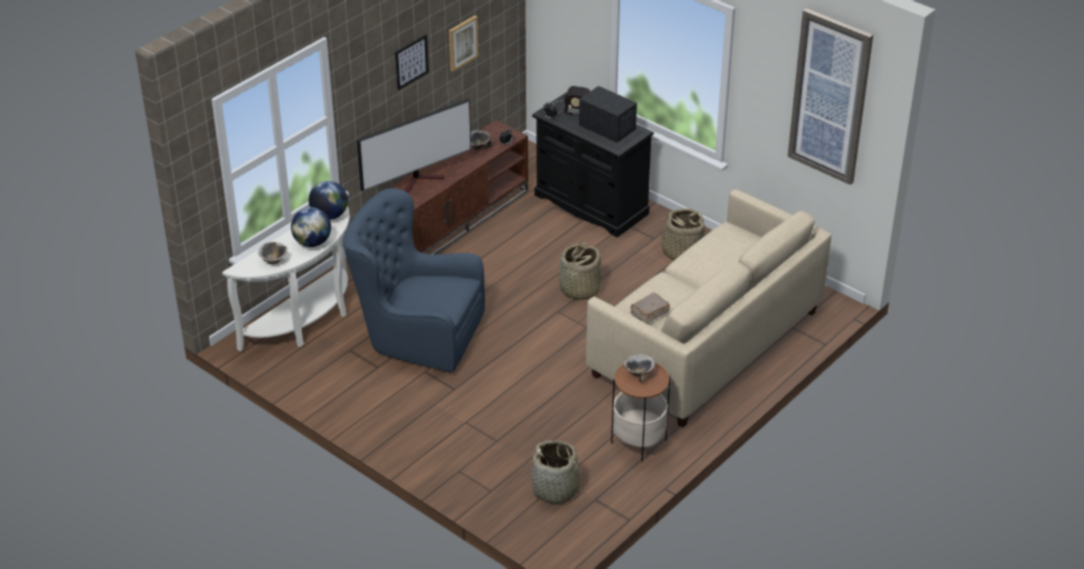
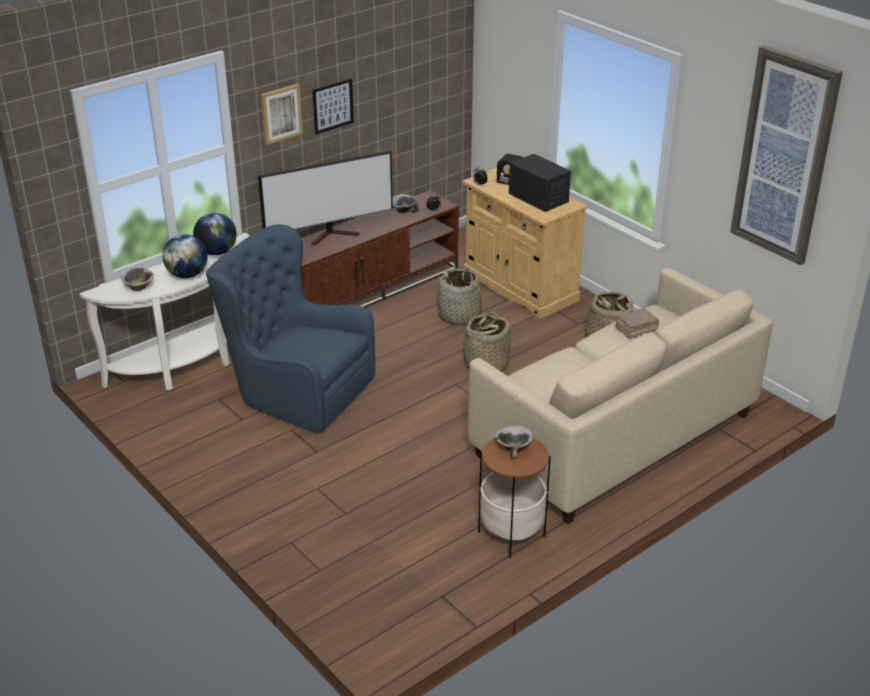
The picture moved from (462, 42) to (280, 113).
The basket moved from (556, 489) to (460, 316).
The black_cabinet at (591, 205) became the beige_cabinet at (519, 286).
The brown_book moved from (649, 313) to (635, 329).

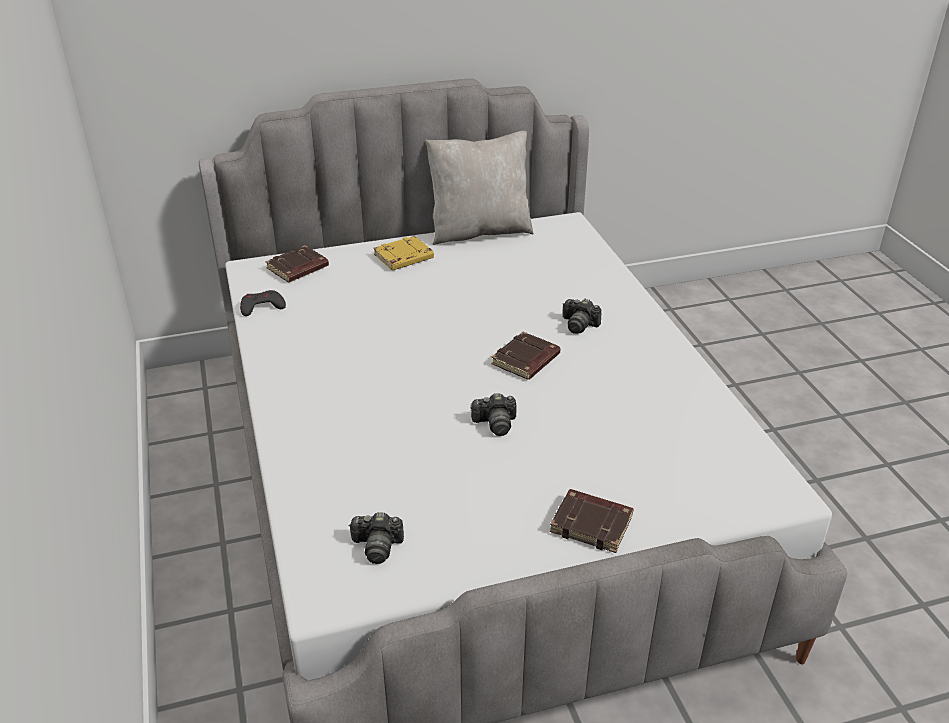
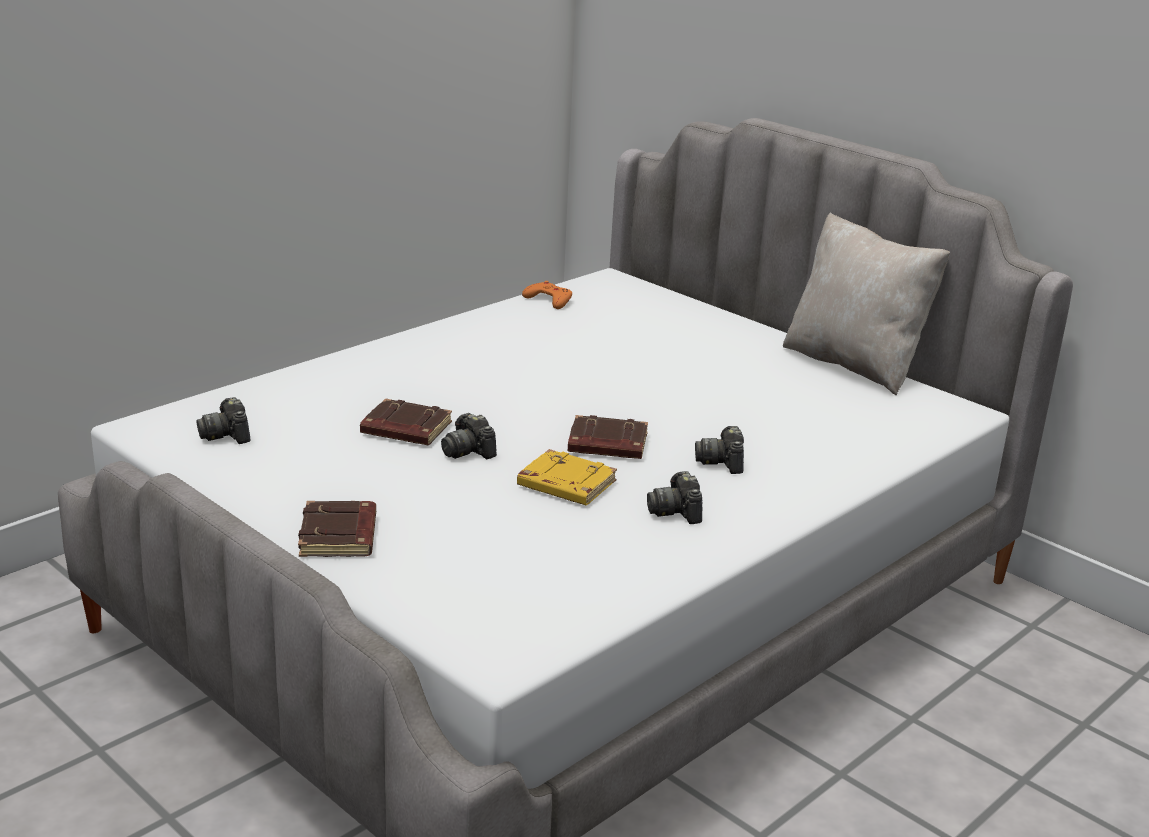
The brown_book moved from (298, 269) to (405, 430).
The yellow_book moved from (403, 258) to (565, 485).
The grey_game_controller at (262, 307) became the orange_game_controller at (549, 300).
The photo_camera at (676, 511) appeared.

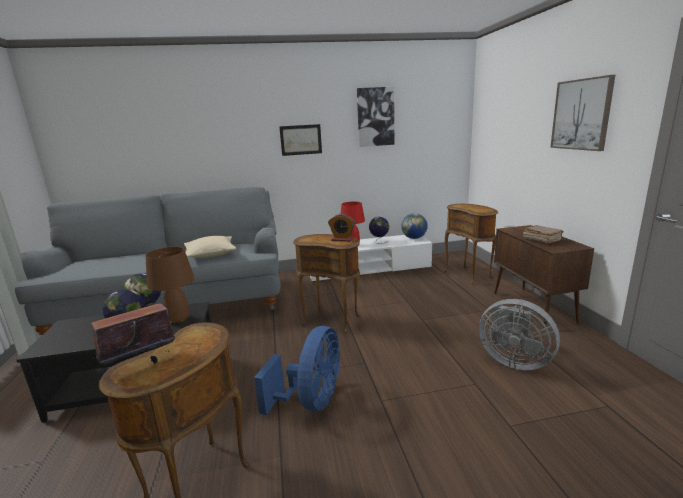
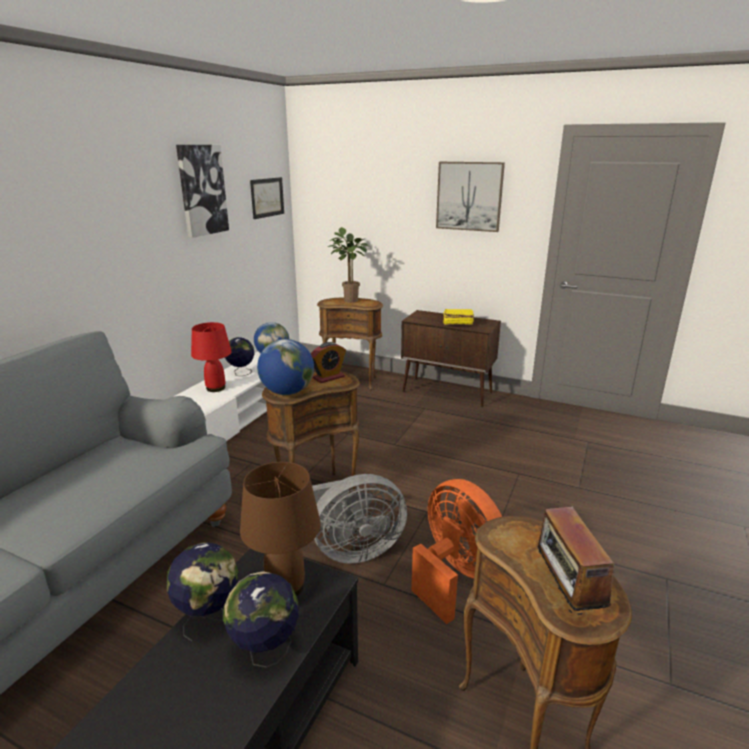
The picture moved from (301, 140) to (267, 197).
The globe at (287, 392) appeared.
The grey_fan moved from (513, 360) to (353, 550).
The potted_plant at (348, 300) appeared.
The blue_fan at (312, 401) became the orange_fan at (456, 575).
The brown_book at (541, 240) became the yellow_book at (457, 323).
The beige_pillow at (210, 254) disappeared.

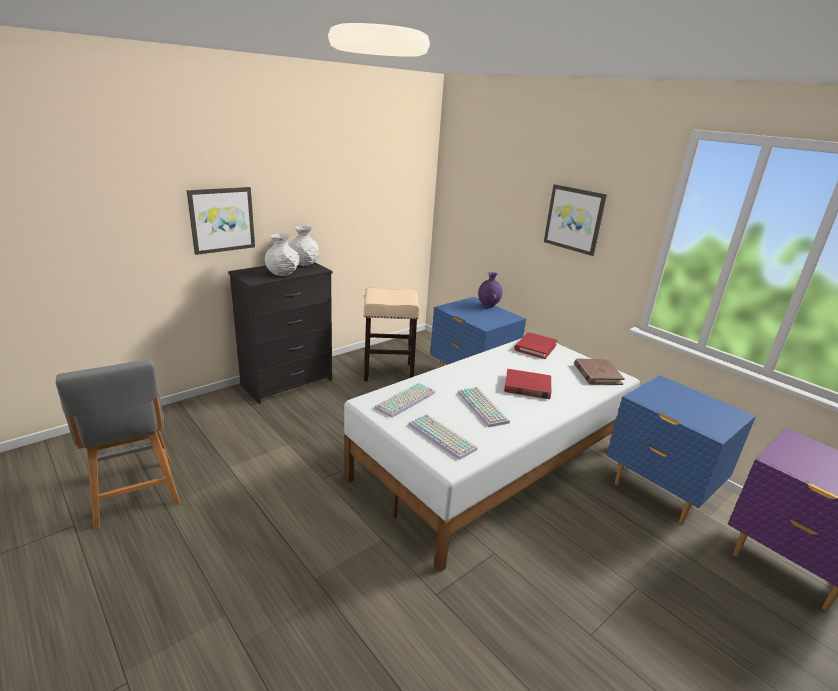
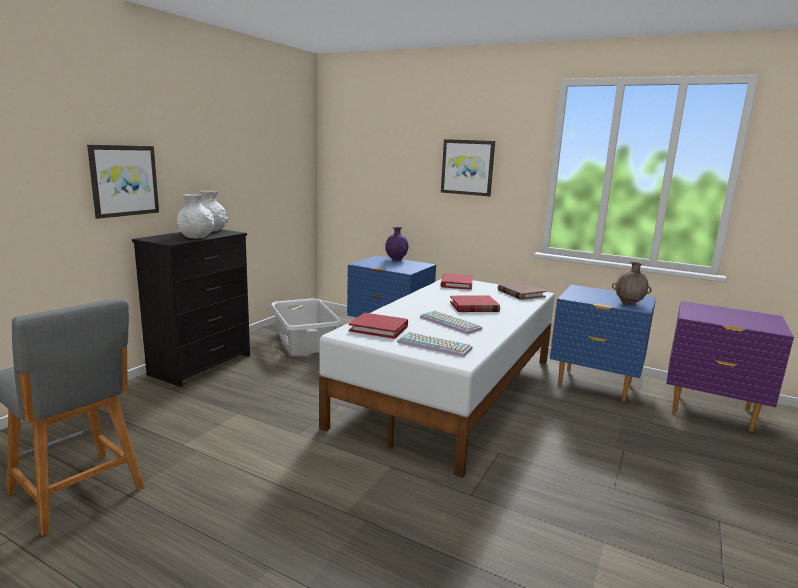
The beige_stool at (387, 372) was replaced by the grey_laundry_basket at (304, 341).
The keyboard at (406, 401) was replaced by the red_book at (379, 328).
The brown_vase at (629, 303) appeared.

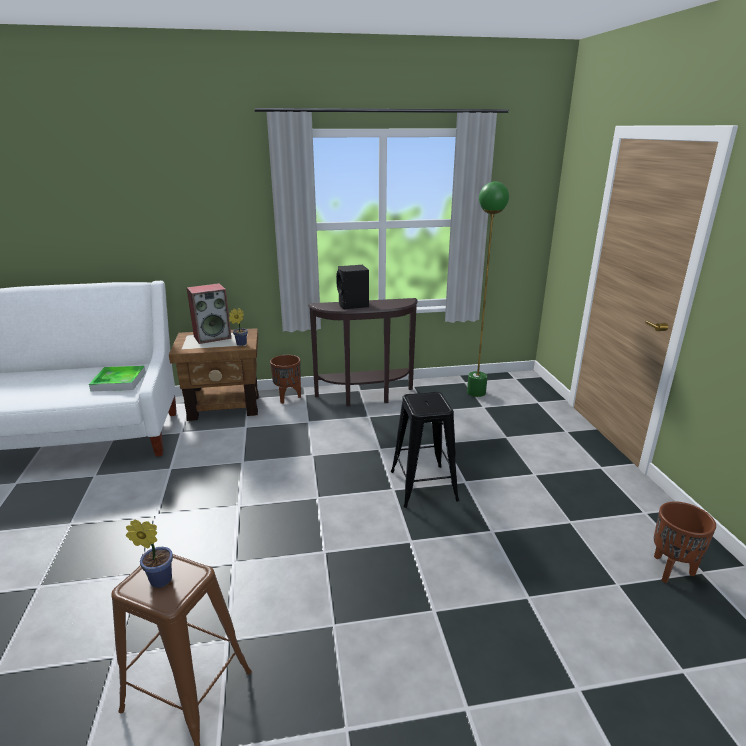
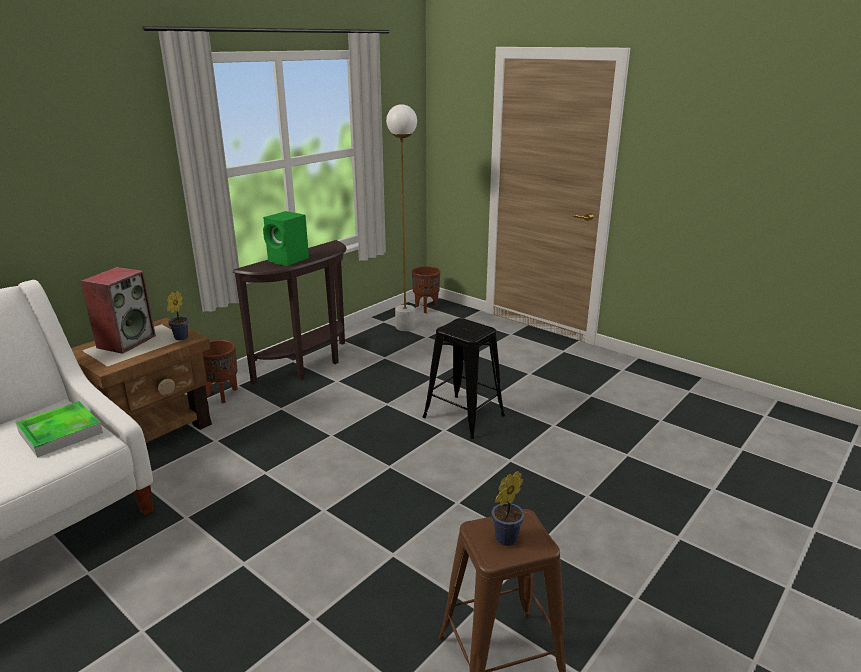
The black_speaker at (353, 305) became the green_speaker at (289, 260).
The green_floor_lamp at (476, 393) became the white_floor_lamp at (405, 327).
The brown_planter moved from (671, 571) to (426, 308).

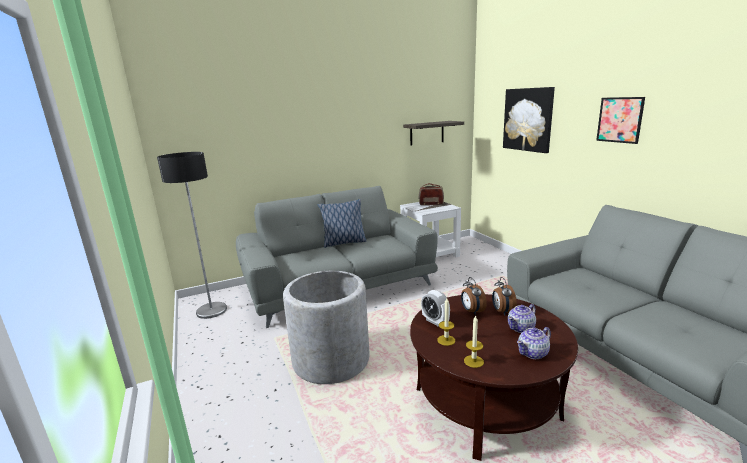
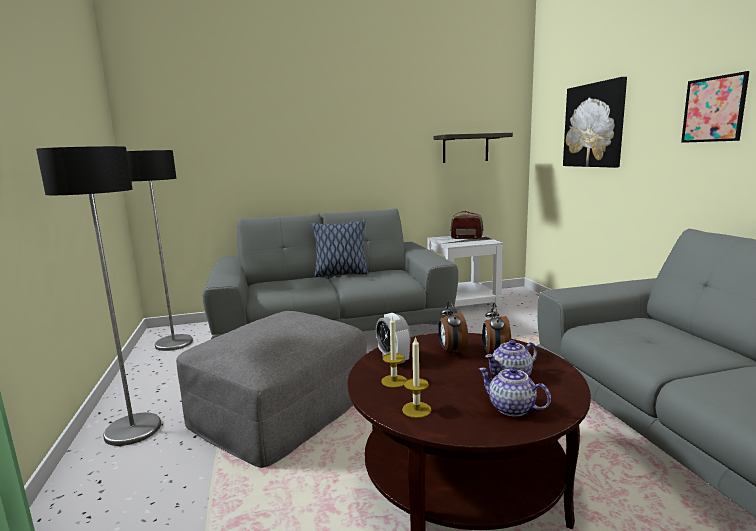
The floor_lamp at (132, 430) appeared.
The grey_planter at (331, 359) was replaced by the grey_ottoman at (280, 409).
The teapot at (533, 353) turned 60 degrees clockwise.

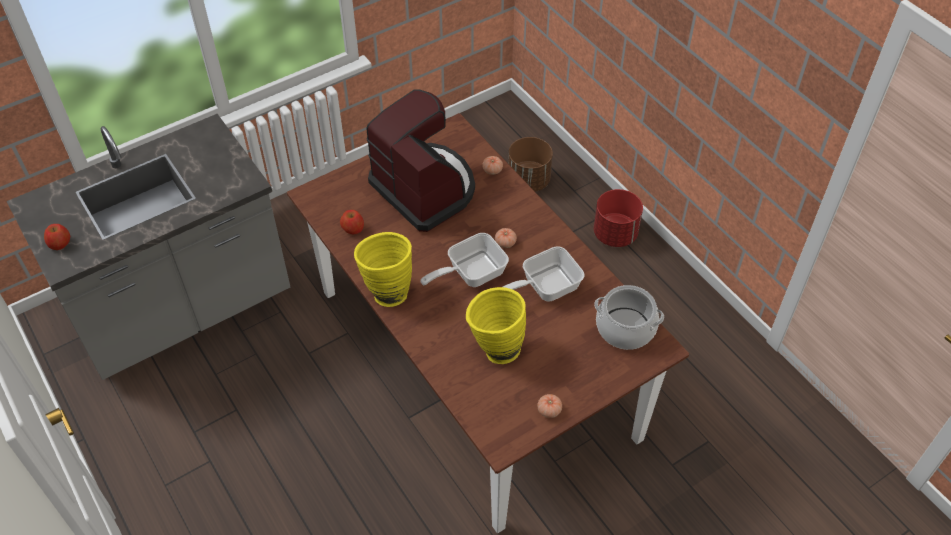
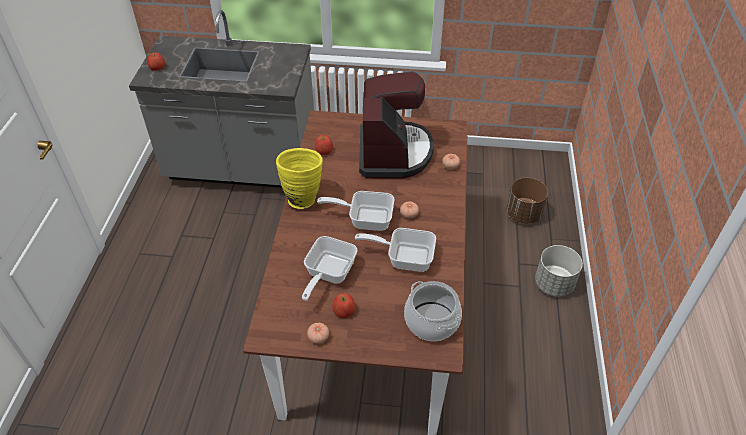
The yellow_vase at (494, 349) was replaced by the frying_pan at (327, 274).
The apple at (344, 311) appeared.
The red_planter at (615, 234) became the grey_planter at (554, 284).

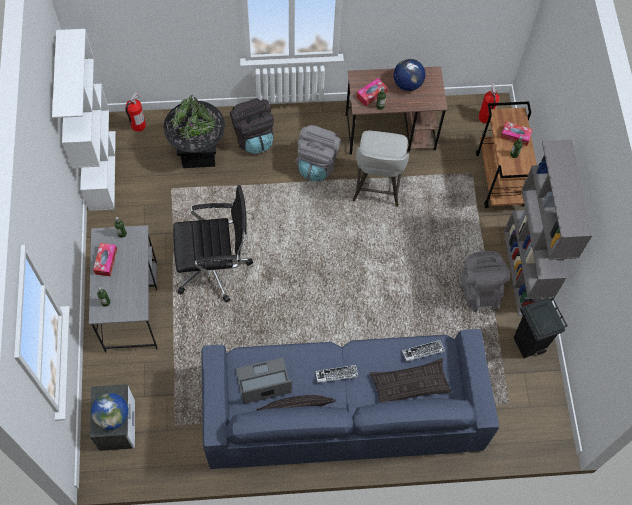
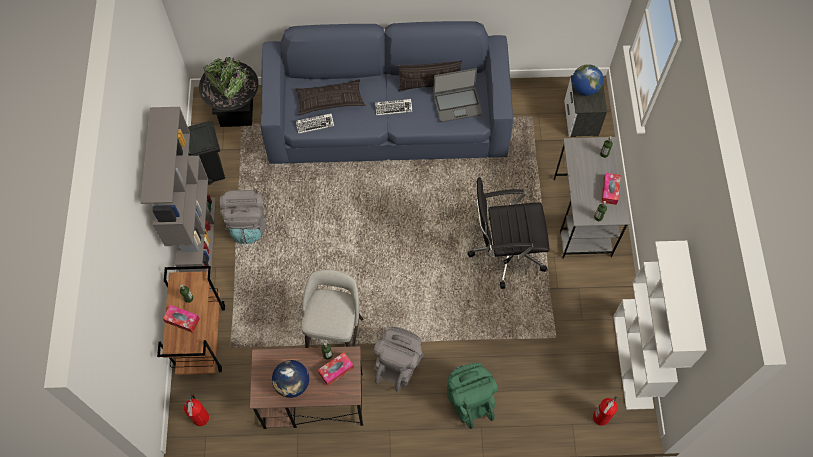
The black_planter moved from (198, 153) to (237, 113).
The black_backpack at (253, 137) became the green_backpack at (469, 399).

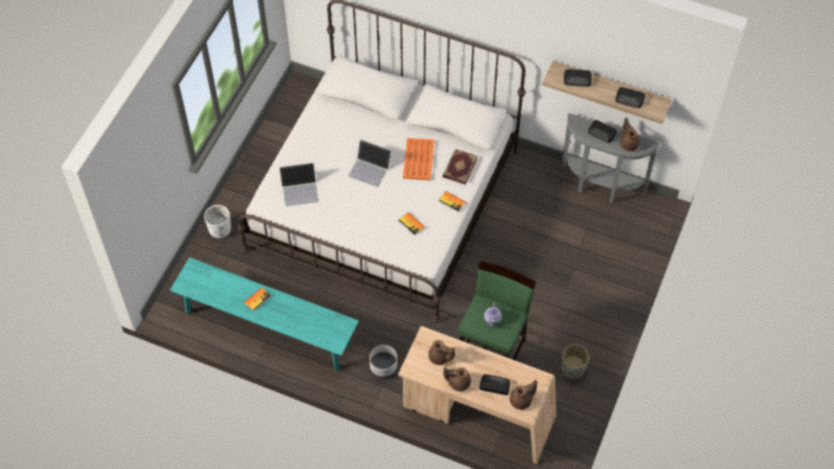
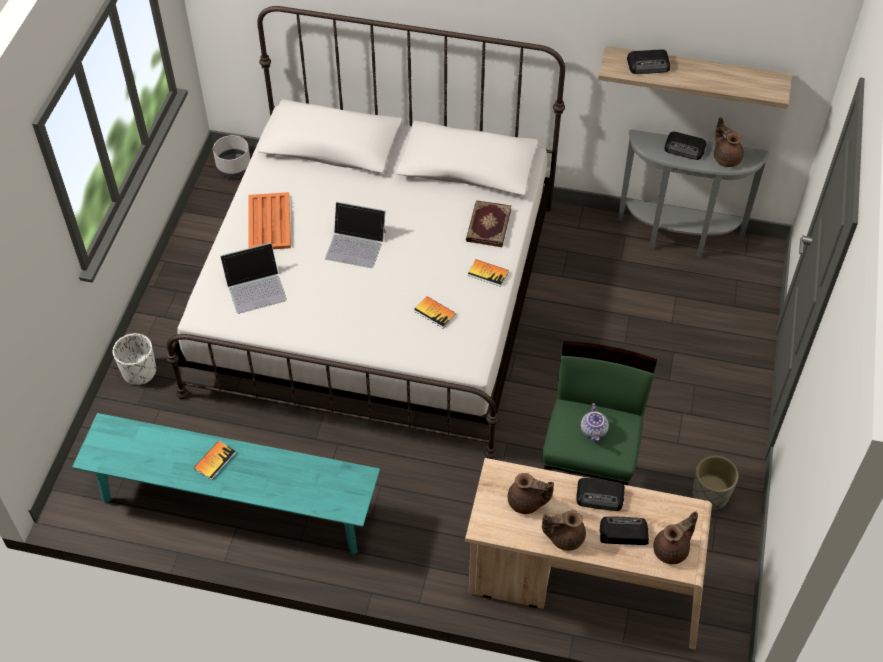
The grey_planter moved from (383, 367) to (233, 168).
The orange_tray moved from (418, 160) to (269, 223).
The radio moved from (630, 99) to (600, 496).

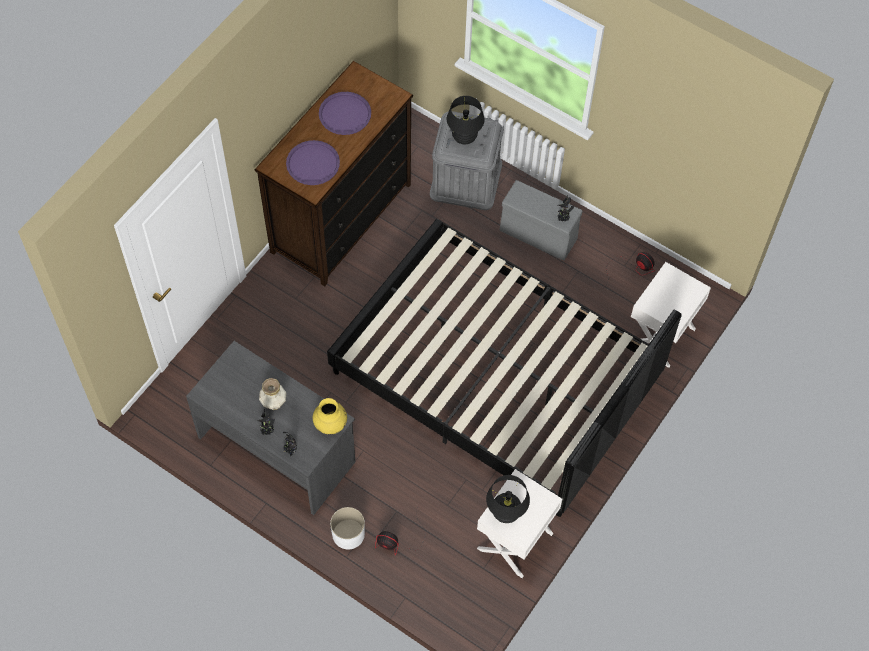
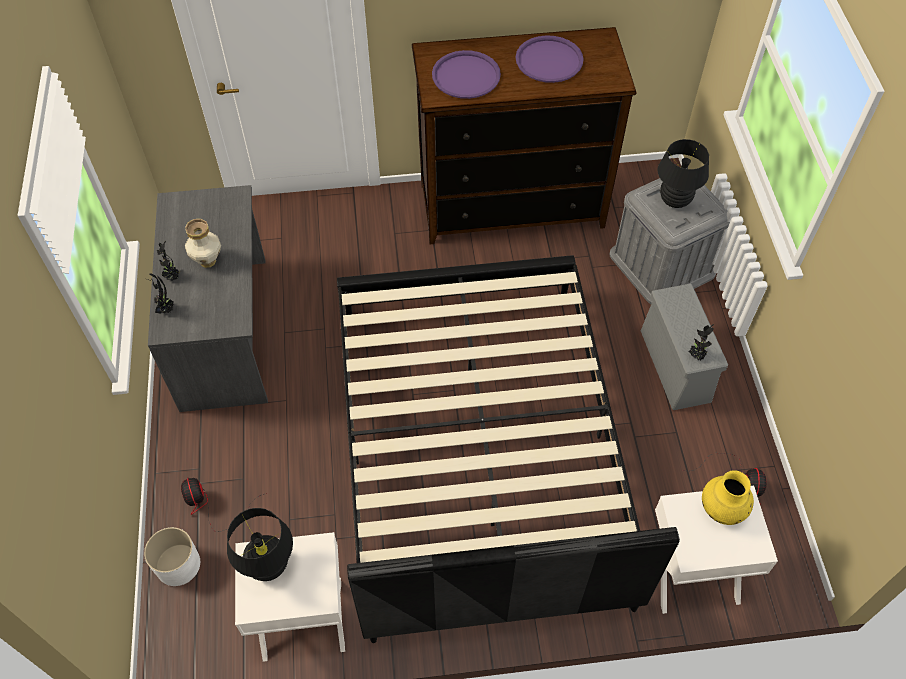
The white_planter moved from (348, 534) to (178, 564).
The yellow_vase moved from (330, 424) to (722, 509).

